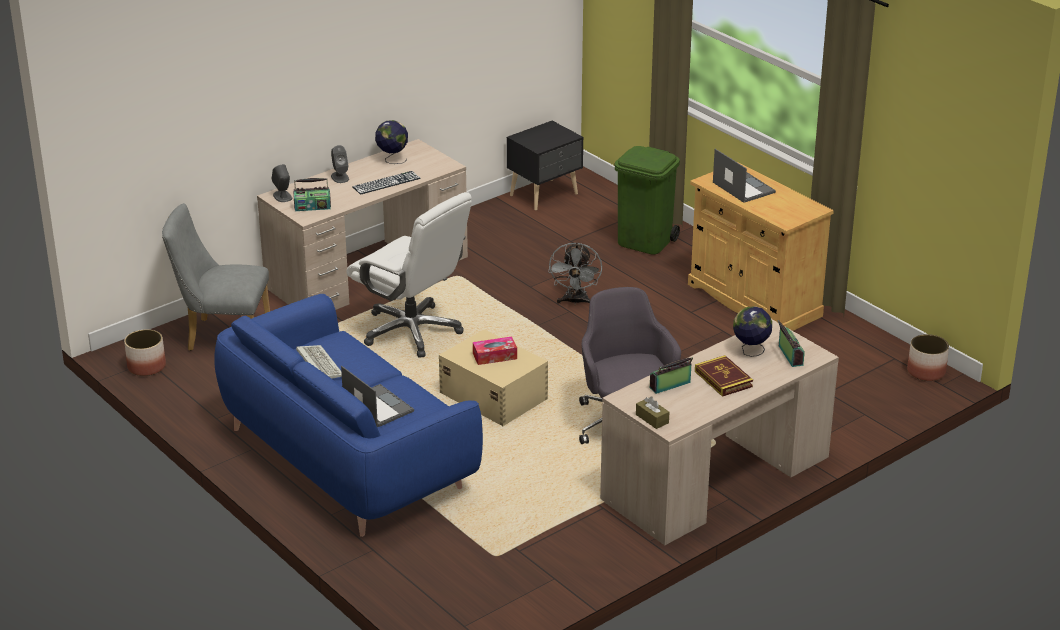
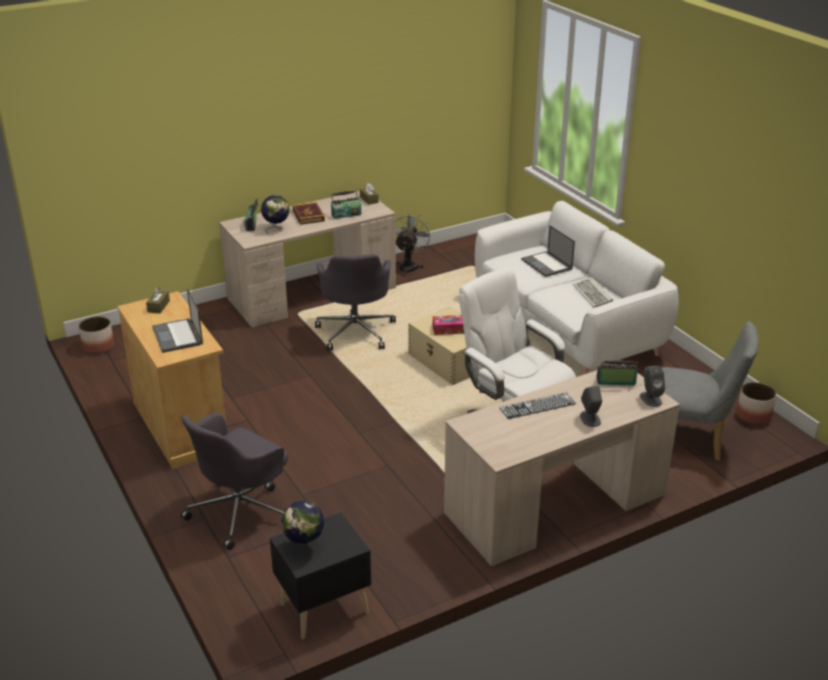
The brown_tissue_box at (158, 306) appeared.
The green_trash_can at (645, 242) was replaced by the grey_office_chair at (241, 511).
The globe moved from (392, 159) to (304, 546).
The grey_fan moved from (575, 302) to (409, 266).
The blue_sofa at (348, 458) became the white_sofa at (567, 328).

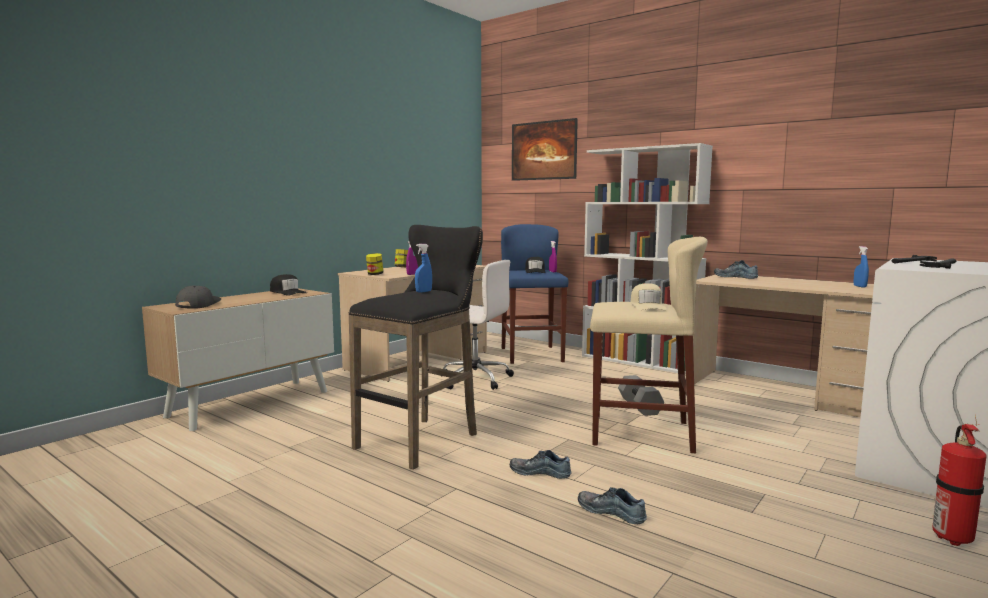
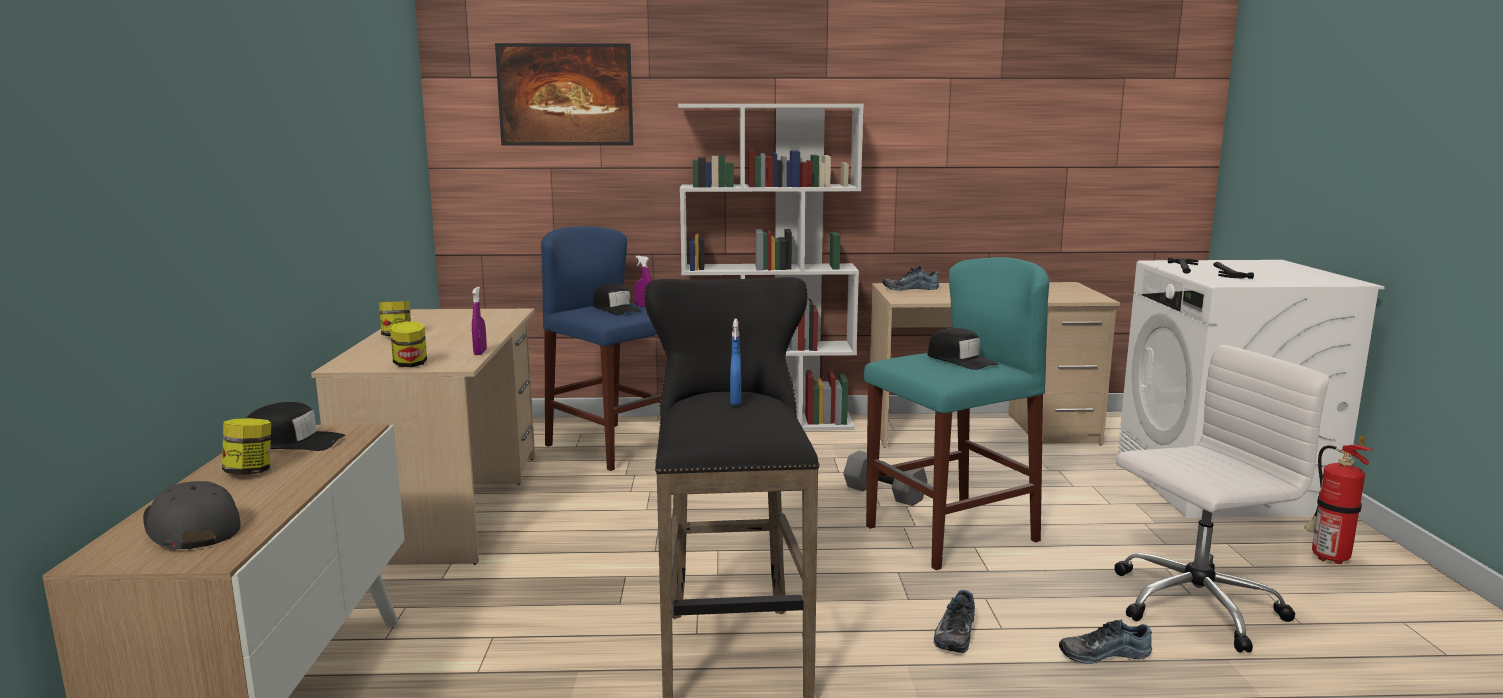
The jar at (250, 472) appeared.
The beige_stool at (640, 433) became the turquoise_stool at (951, 533).
The beige_cap at (647, 306) became the black_cap at (960, 360).
The shoe at (540, 472) turned 45 degrees counterclockwise.
The white_office_chair moved from (473, 379) to (1193, 606).
The blue_spray_bottle at (859, 286) disappeared.

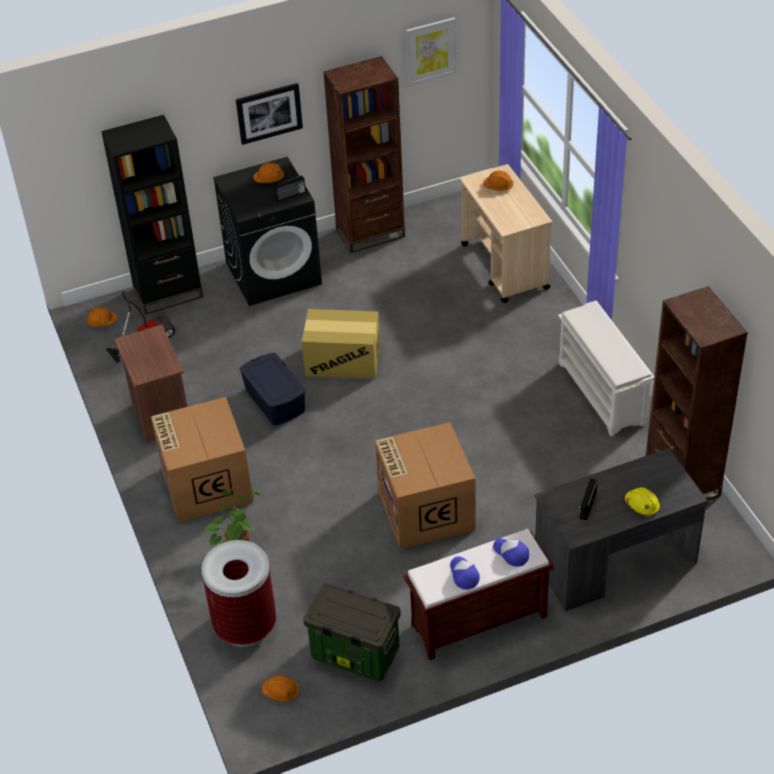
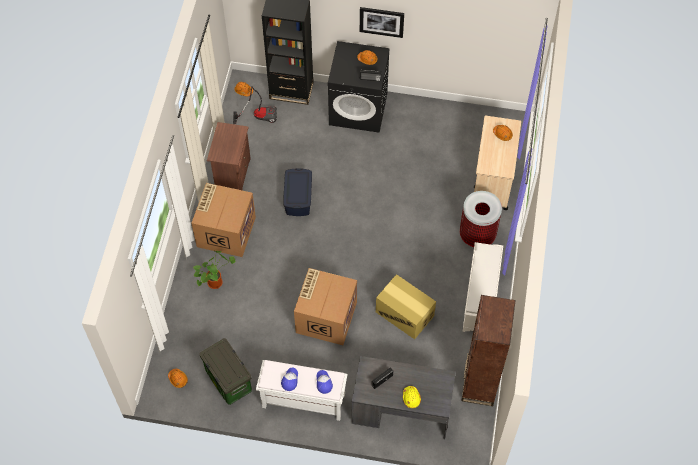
The brown_bench at (478, 622) became the white_bench at (302, 401).
The cardboard_box moved from (343, 360) to (405, 314).
The trash_can moved from (245, 626) to (477, 235).
The brown_bookcase at (370, 233) disappeared.
The picture at (430, 51) disappeared.

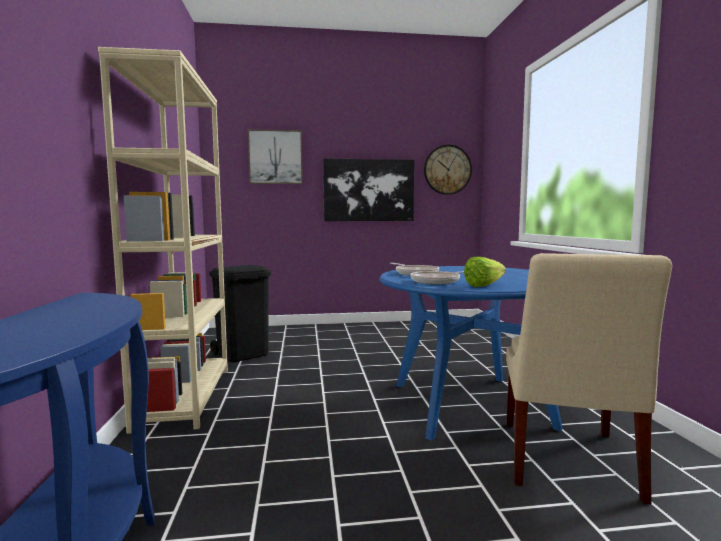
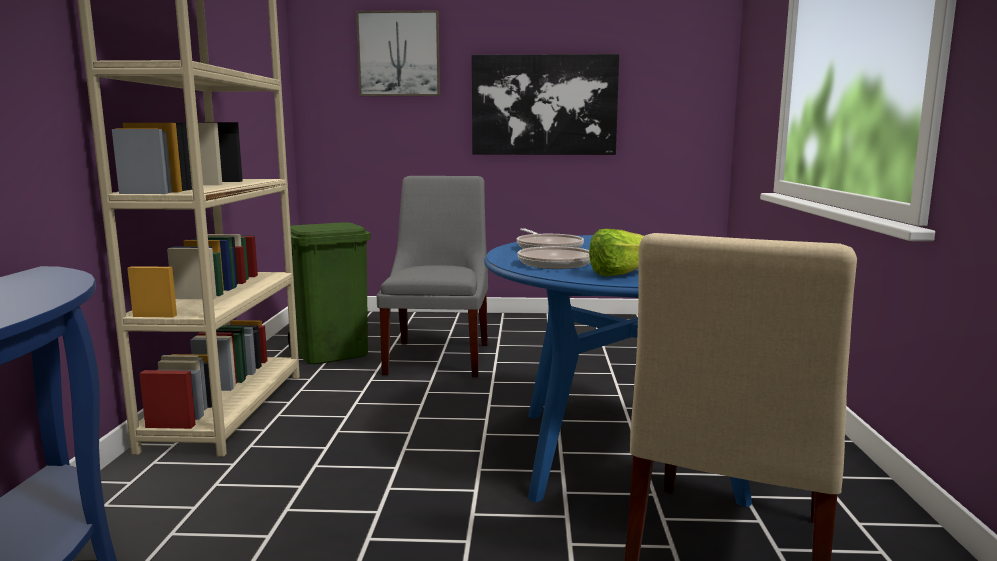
The black_trash_can at (243, 354) became the green_trash_can at (333, 353).
The grey_chair at (440, 356) appeared.
The wall_clock at (447, 170) disappeared.

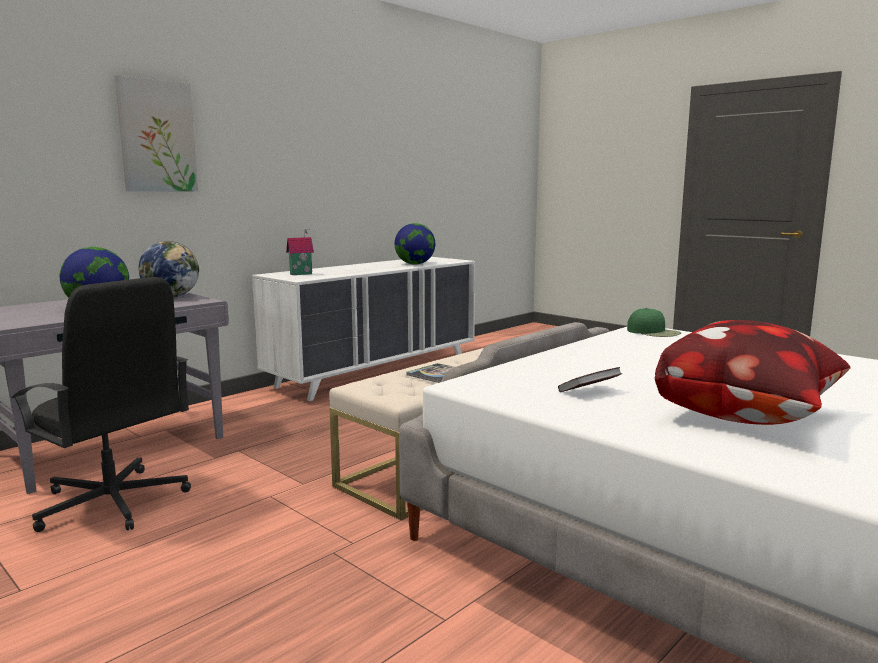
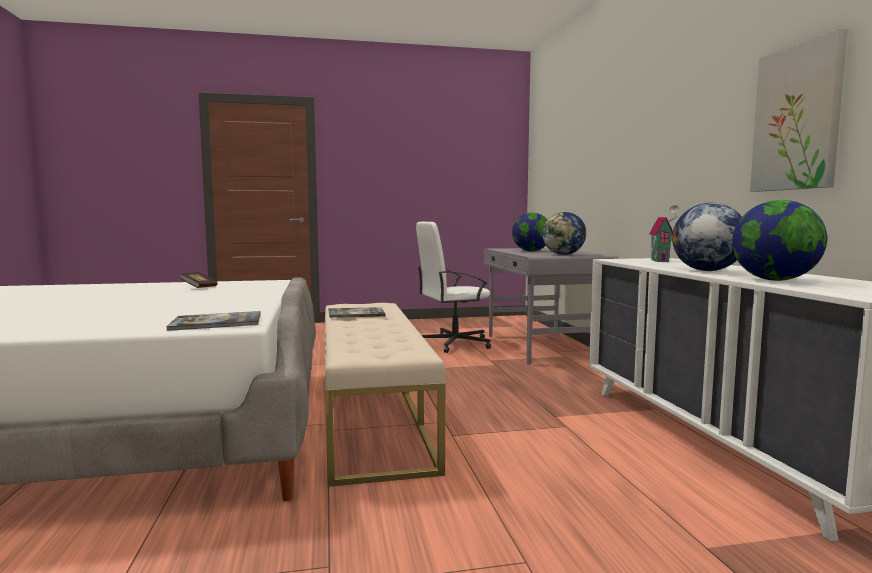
The green_cap at (654, 332) was replaced by the book at (217, 322).
The black_office_chair at (112, 503) became the white_office_chair at (453, 343).
The globe at (706, 271) appeared.
The picture moved from (157, 136) to (797, 118).
The pillow at (749, 417) disappeared.

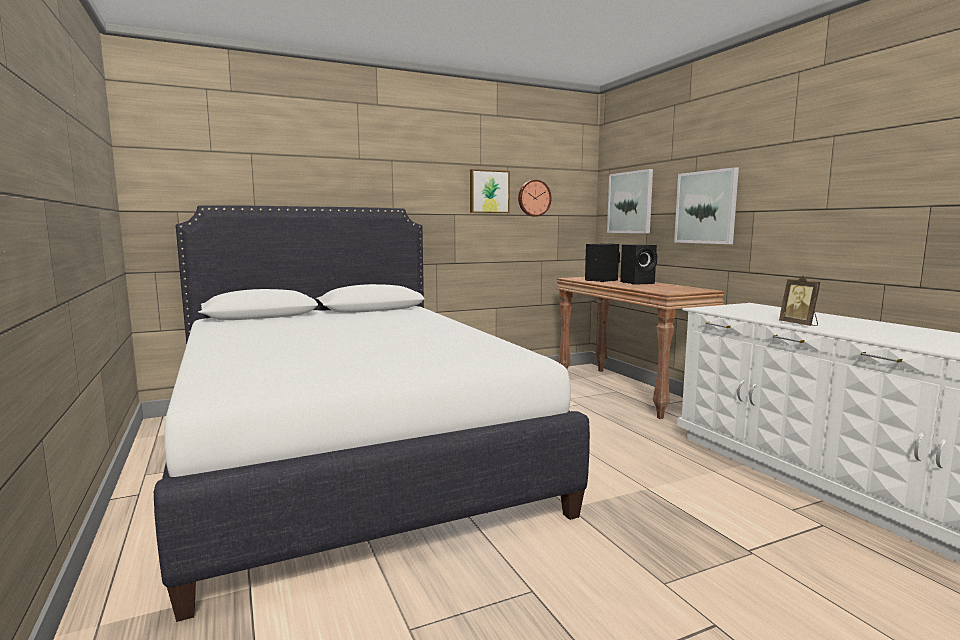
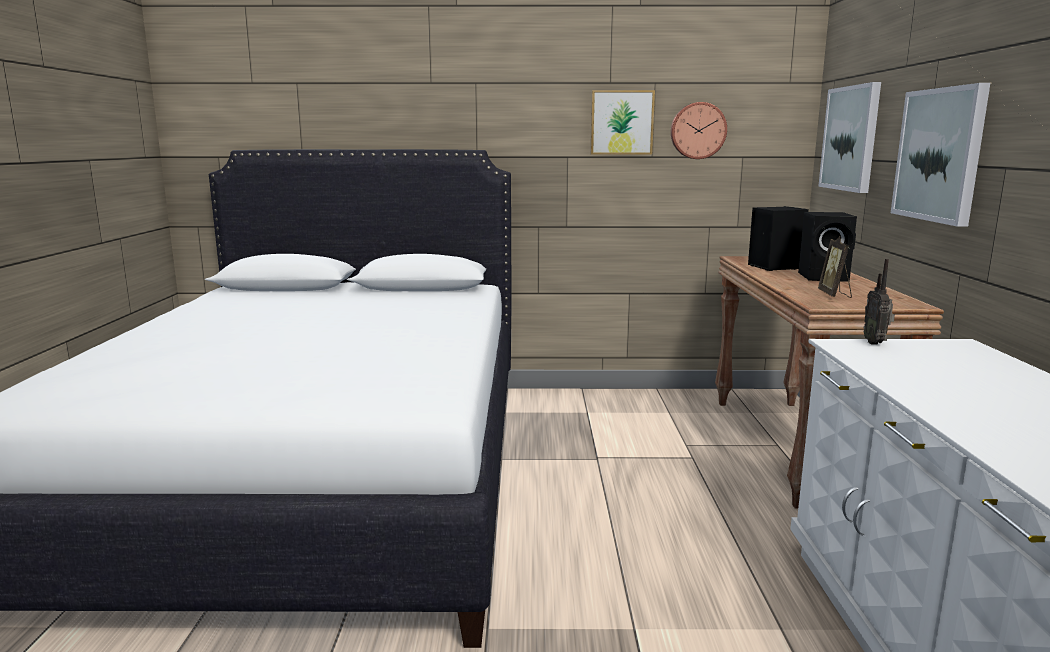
The picture_frame moved from (799, 324) to (834, 295).
The radio at (876, 343) appeared.

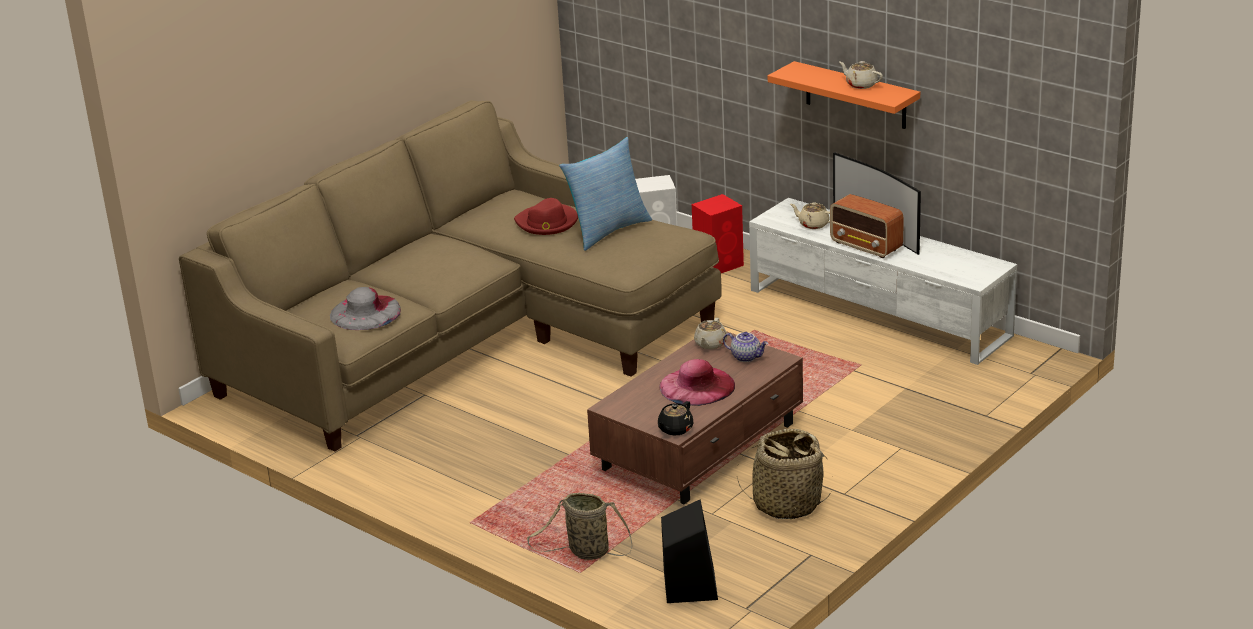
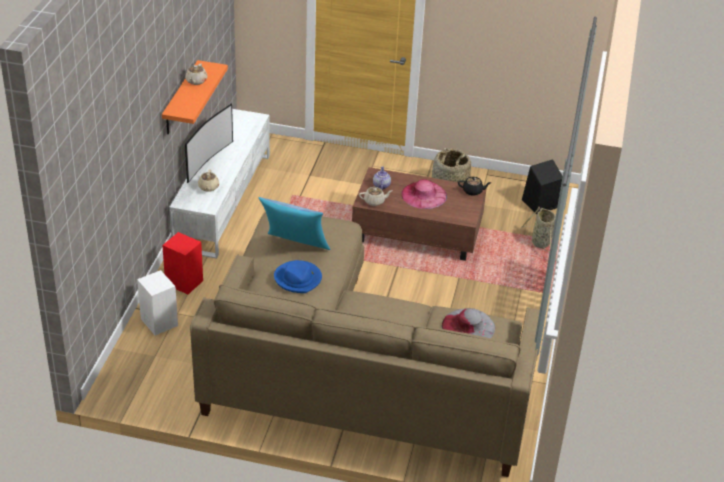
The red_hat at (547, 222) became the blue_hat at (298, 279).
The radio at (866, 246) disappeared.

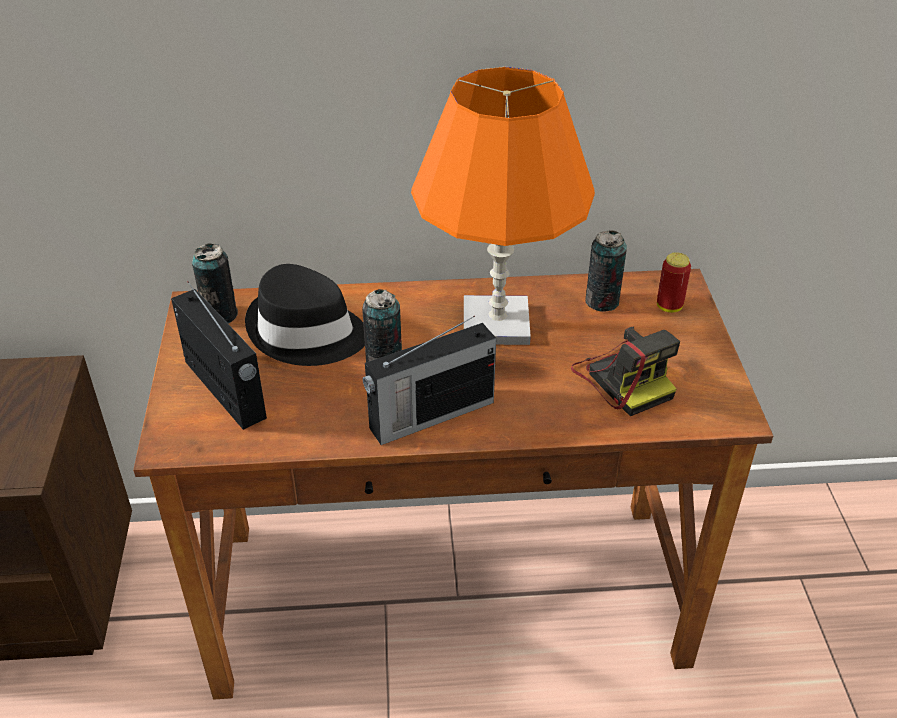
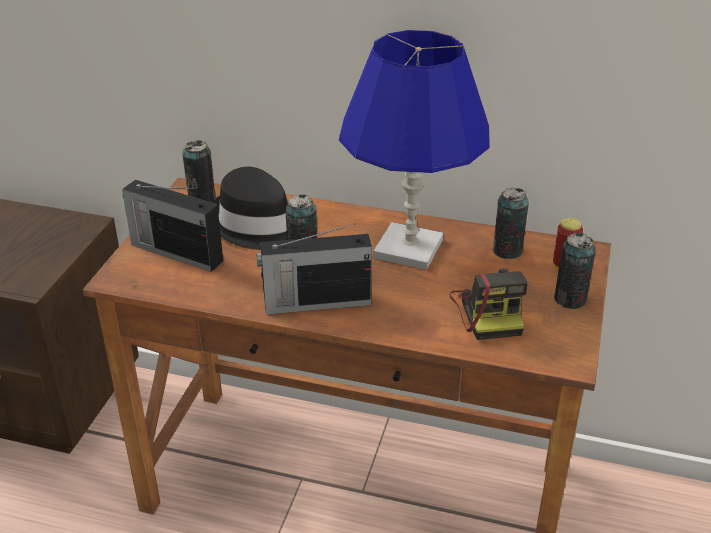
The radio at (225, 391) turned 135 degrees clockwise.
The orange_table_lamp at (497, 323) became the blue_table_lamp at (409, 248).
The can at (570, 299) appeared.

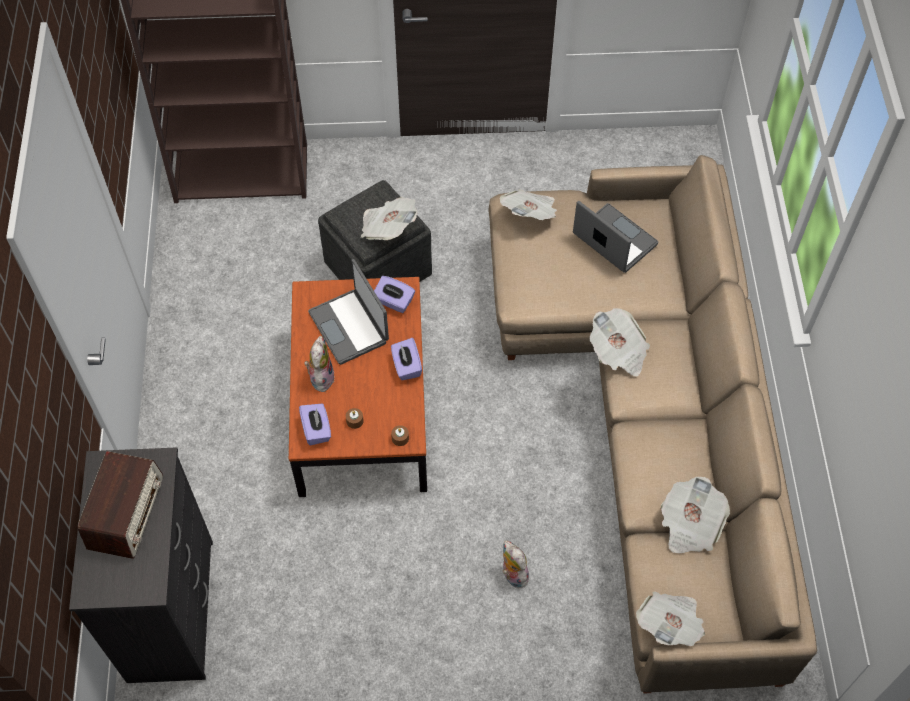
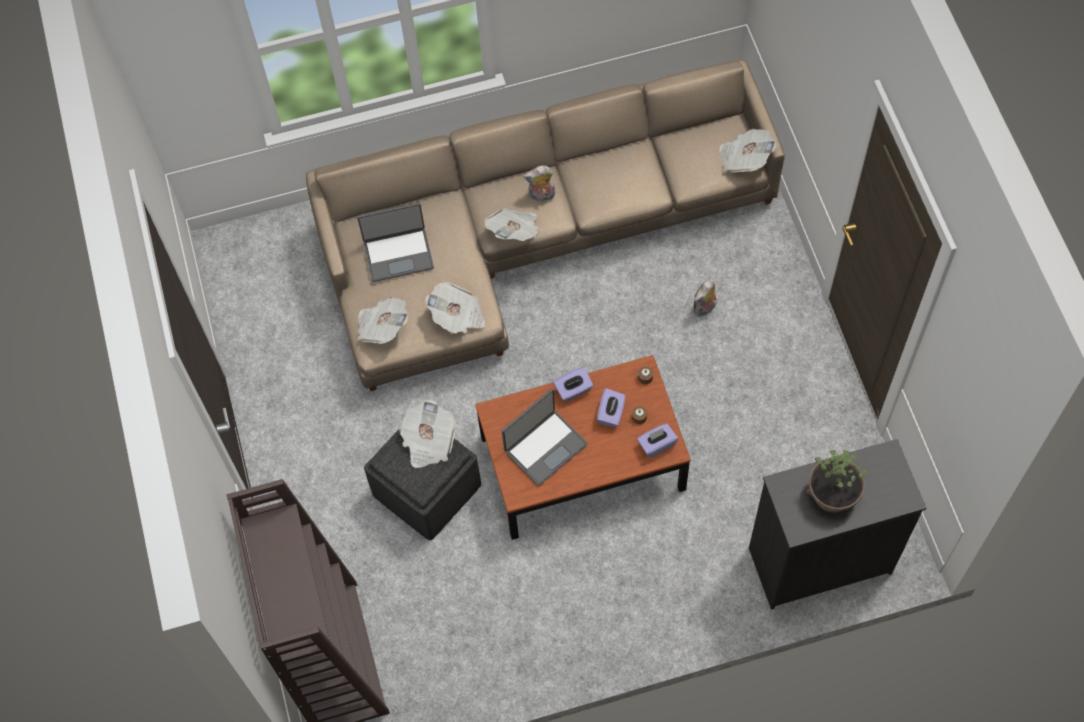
The laptop at (613, 240) turned 135 degrees counterclockwise.
The newspaper moved from (689, 525) to (457, 316).
The plush_toy moved from (320, 377) to (541, 196).
The purple_tissue_box moved from (394, 301) to (611, 413).
The radio at (126, 512) was replaced by the potted_plant at (832, 495).

